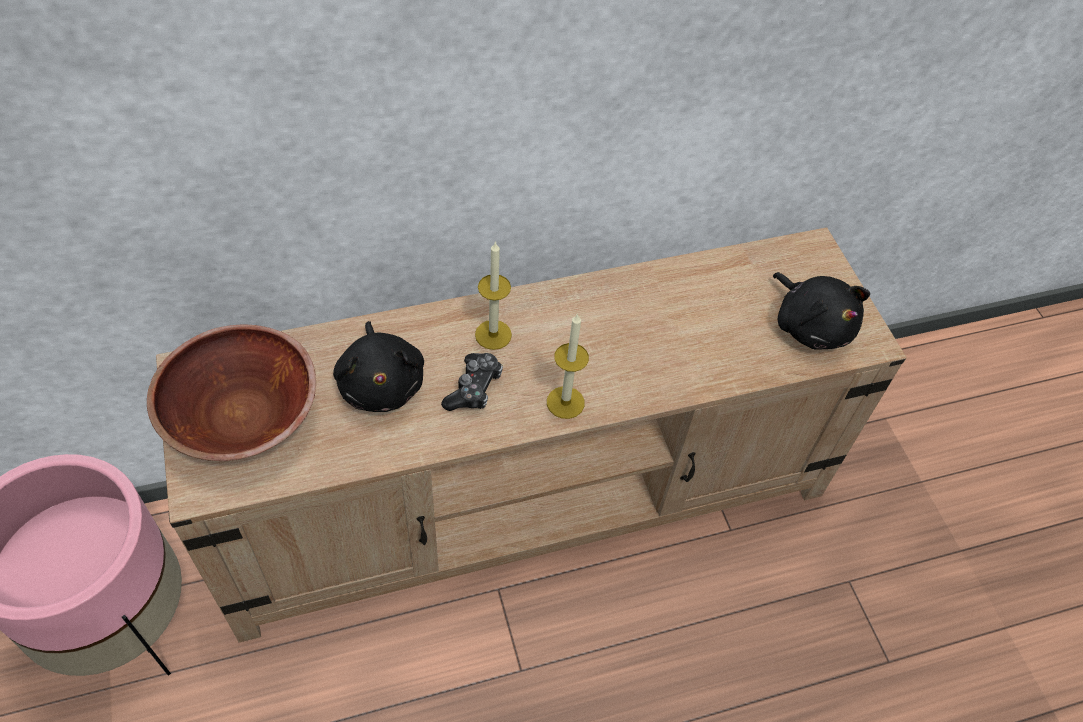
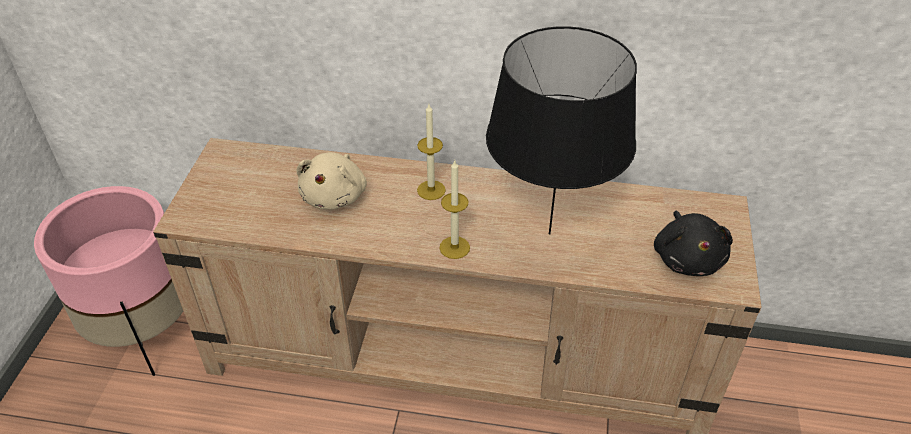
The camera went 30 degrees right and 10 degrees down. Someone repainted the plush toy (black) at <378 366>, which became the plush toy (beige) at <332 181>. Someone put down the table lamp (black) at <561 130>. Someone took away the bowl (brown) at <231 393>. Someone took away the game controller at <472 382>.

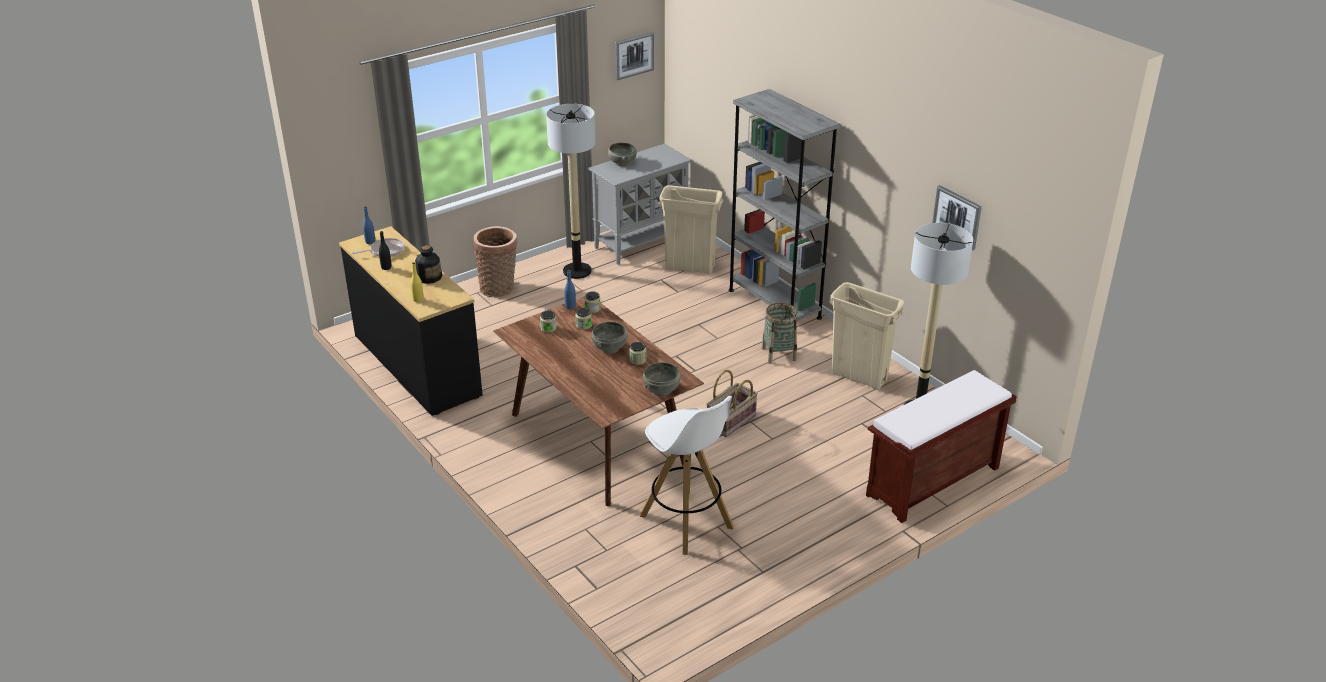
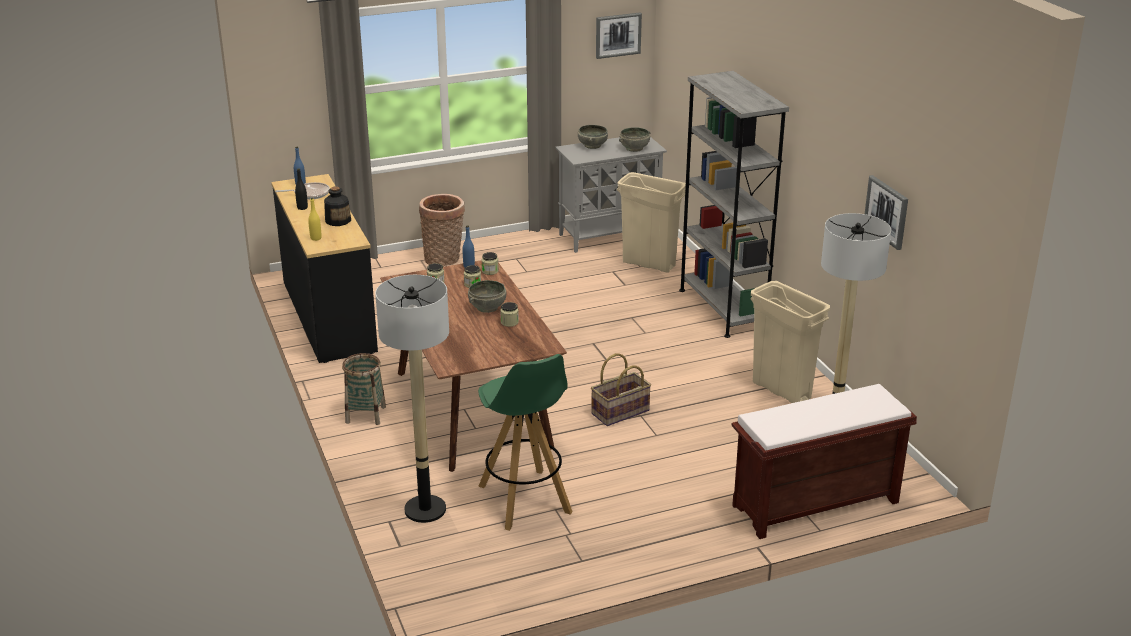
The camera went 15 degrees right and 5 degrees down. Someone carried the basket from <780 333> to <364 389>. Someone carried the floor lamp from <571 191> to <412 399>. Someone repainted the stool (white) at <687 475>, which became the stool (green) at <525 442>. Someone carried the bowl (grey) from <662 379> to <634 139>.

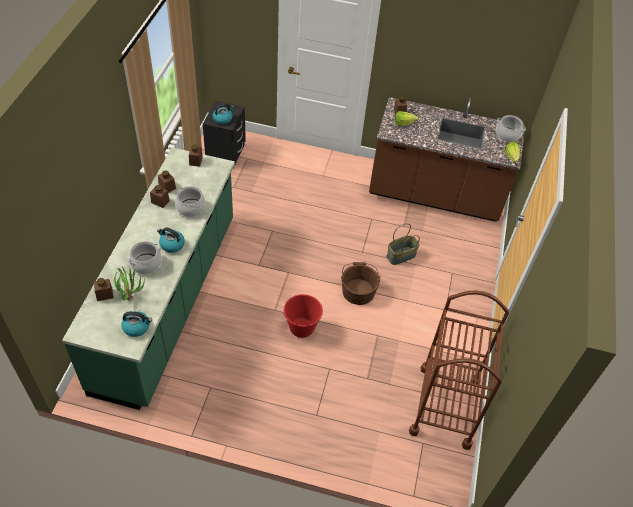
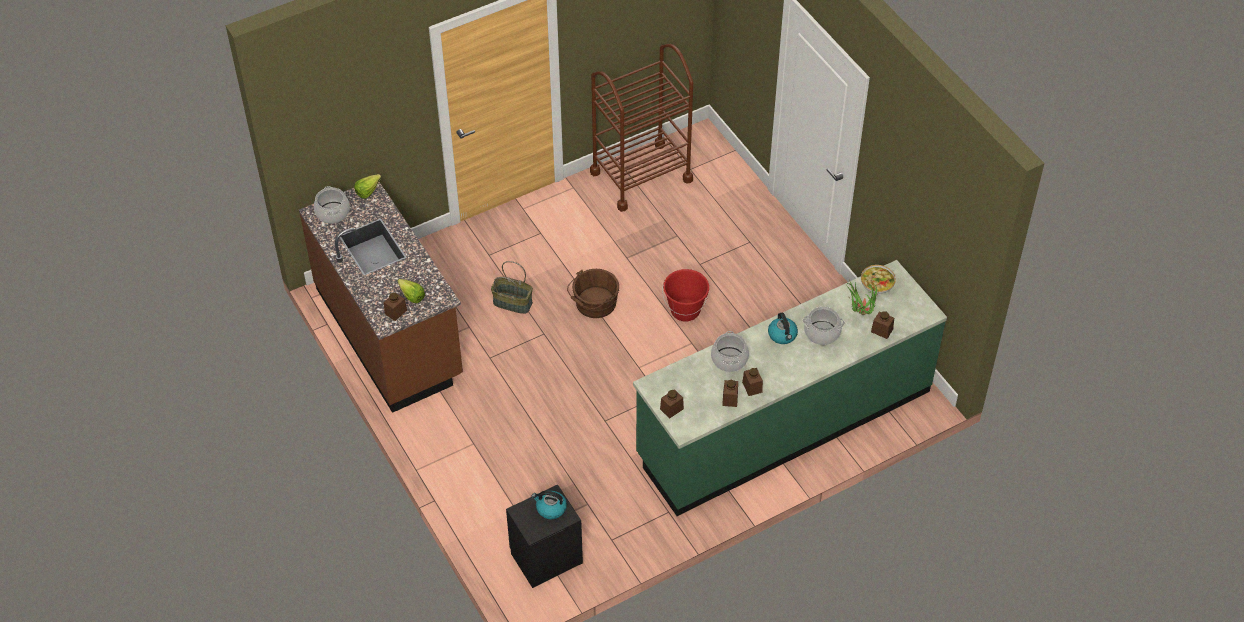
The camera went 130 degrees left and 0 degrees up. Someone swapped the kettle at <136 324> for the bowl at <878 279>.

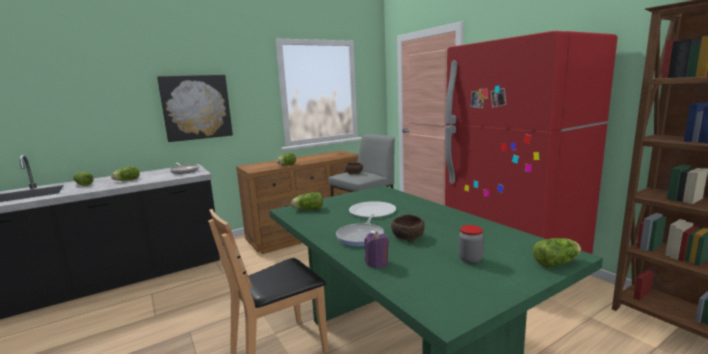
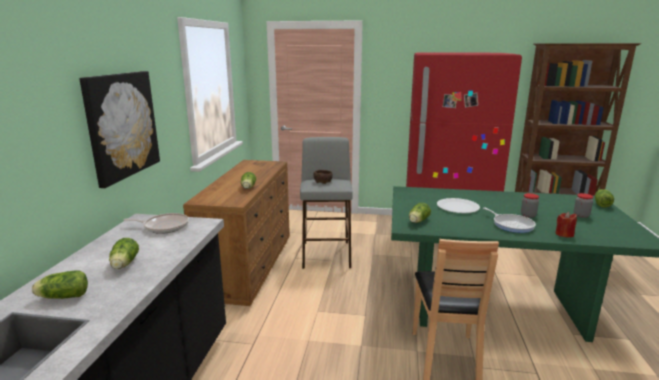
The camera went 50 degrees left and 5 degrees up. Someone swapped the bowl (brown) at <408 227> for the jar at <530 205>. Someone repainted the candle (purple) at <376 250>, which became the candle (red) at <566 225>.

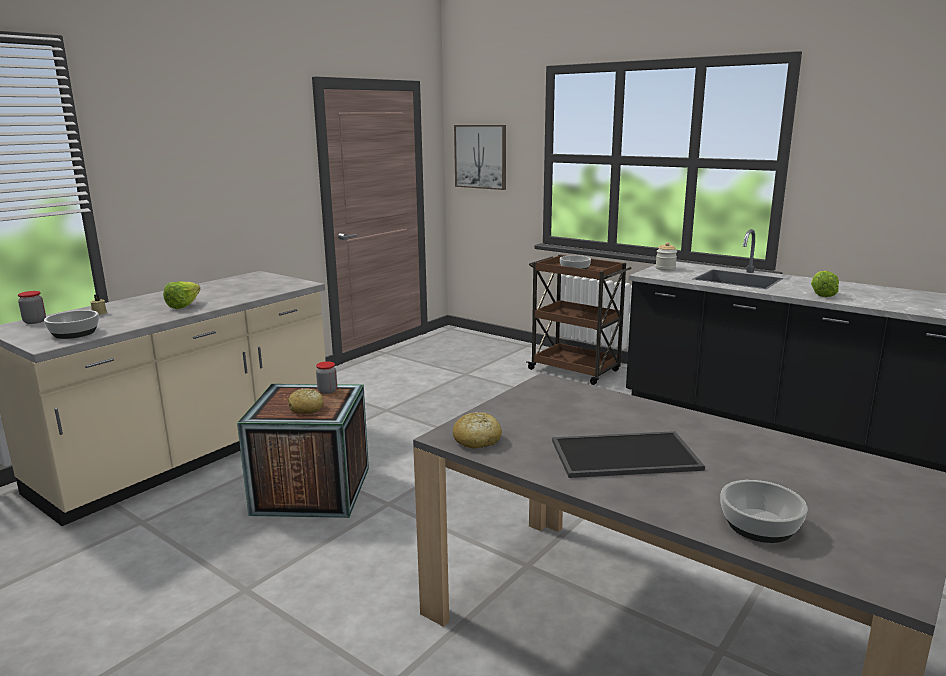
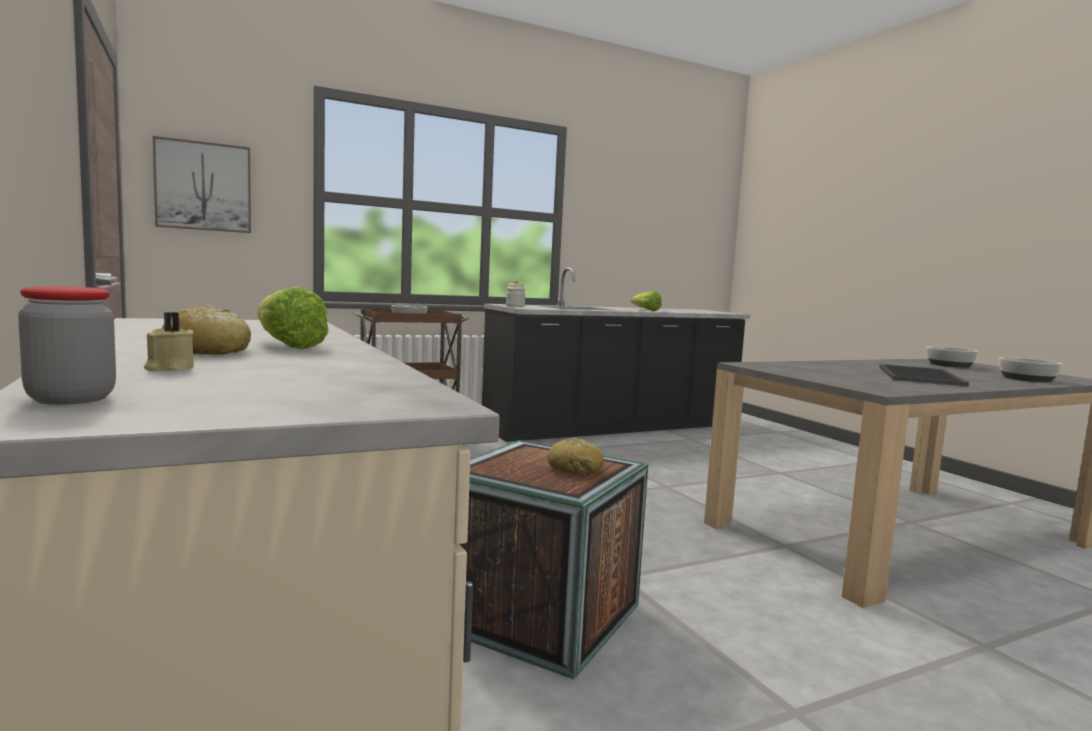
The camera went 65 degrees left and 10 degrees down. Someone carried the bread from <477 430> to <206 330>. Someone carried the bowl from <71 324> to <952 357>. Someone took away the jar at <326 377>.

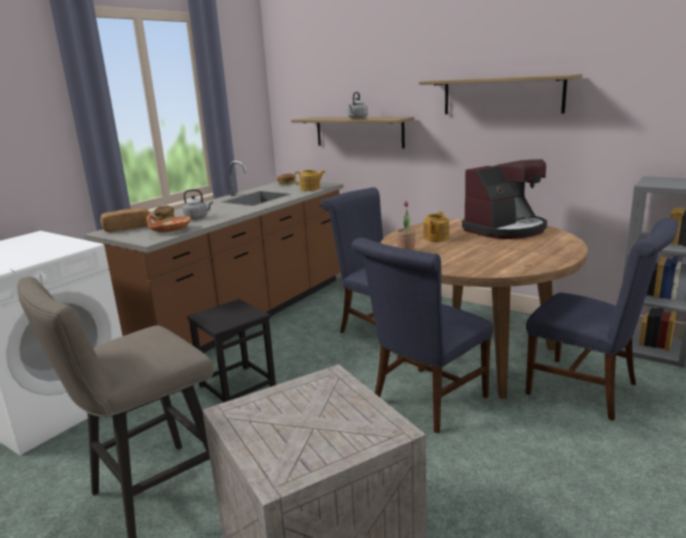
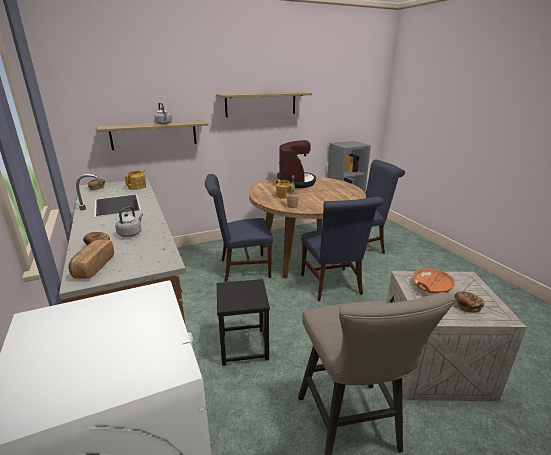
The camera went 60 degrees left and 5 degrees up. Someone carried the bowl (orange) from <168 223> to <434 280>. Someone put down the bread at <469 302>.

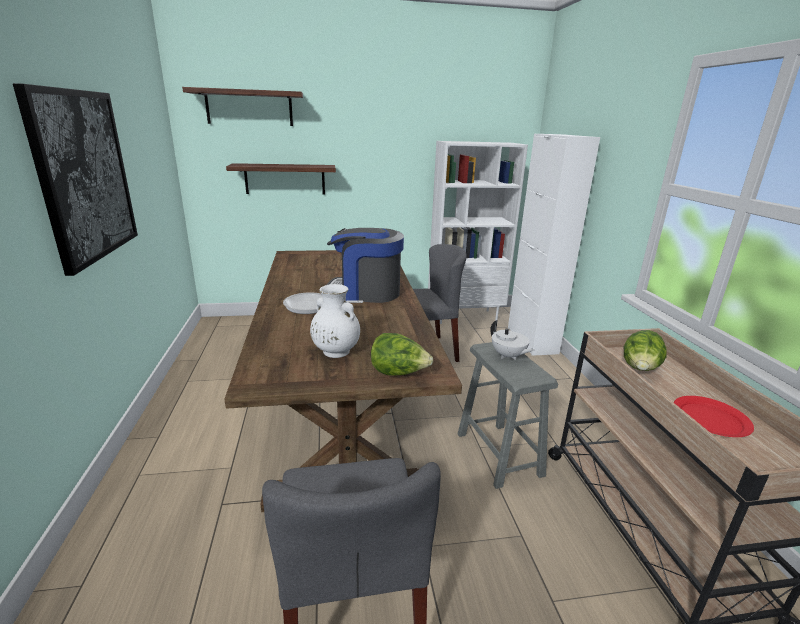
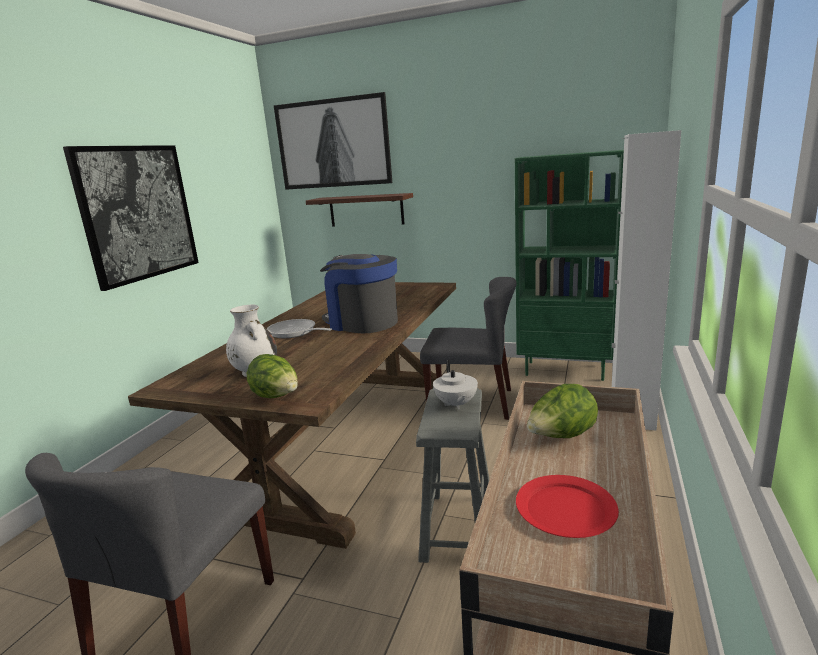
The camera went 30 degrees right and 5 degrees down. Someone swapped the shelf at <242 106> for the picture at <332 141>. Someone repainted the bookcase (white) at <478 232>, which became the bookcase (green) at <569 265>.

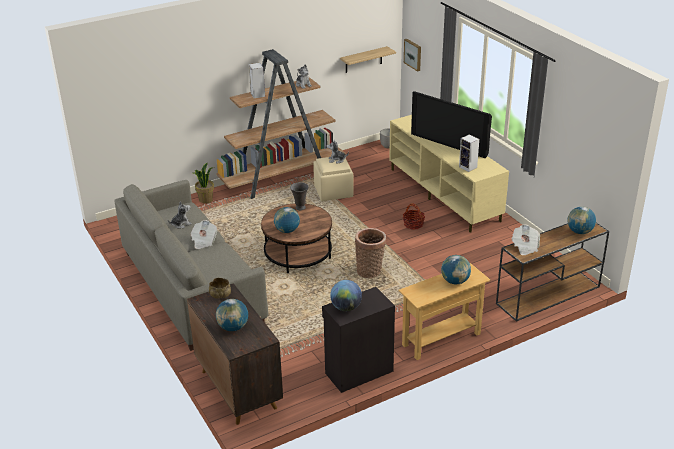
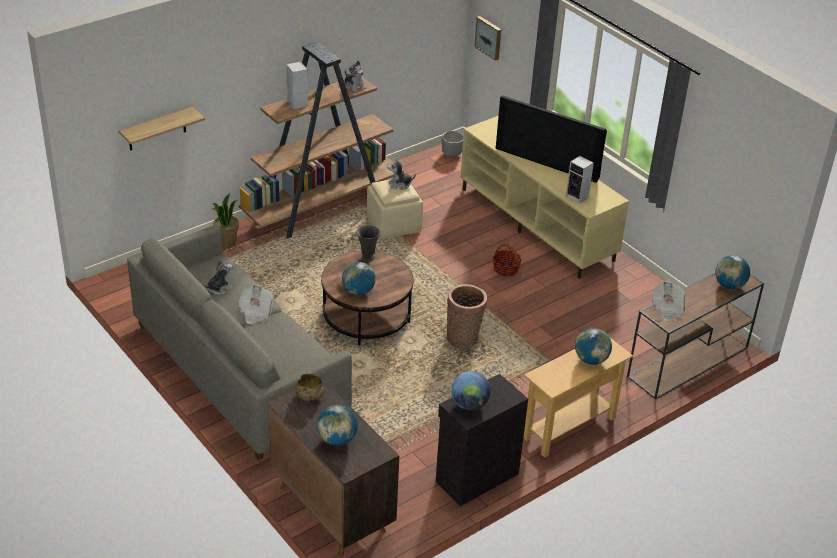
The camera went 10 degrees left and 5 degrees up. Someone carried the shelf from <368 59> to <162 128>.

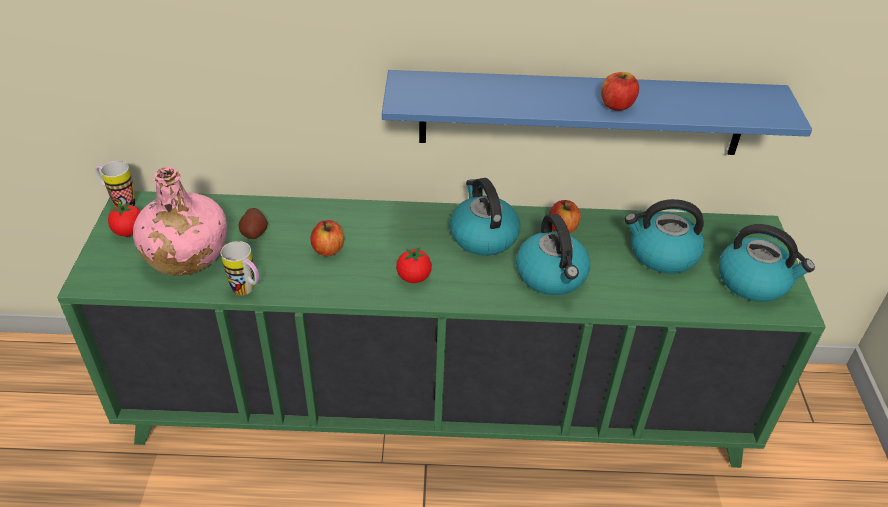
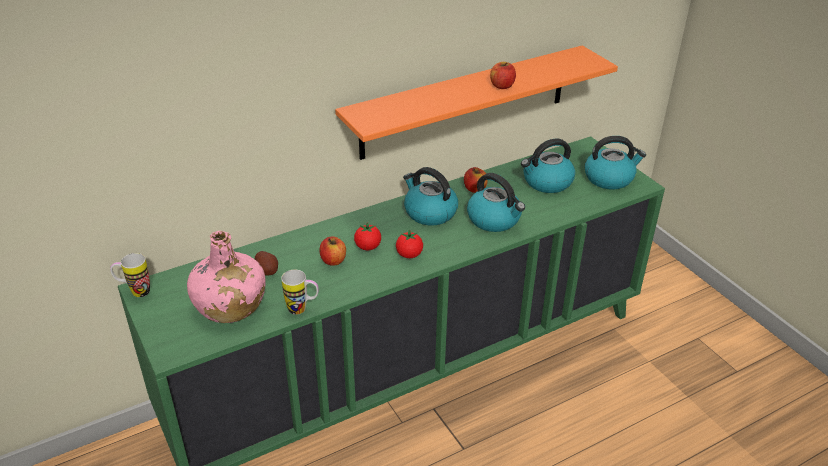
The camera went 30 degrees left and 5 degrees down. Someone repainted the shelf (blue) at <597 112>, which became the shelf (orange) at <476 103>. Someone carried the tomato from <124 219> to <367 236>.

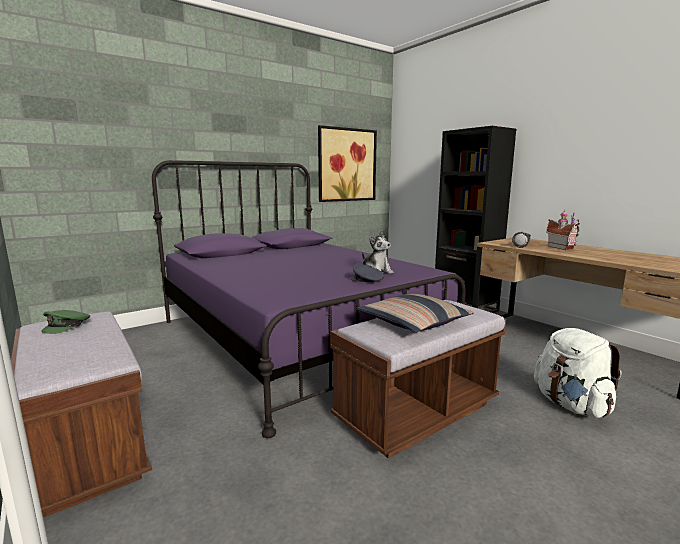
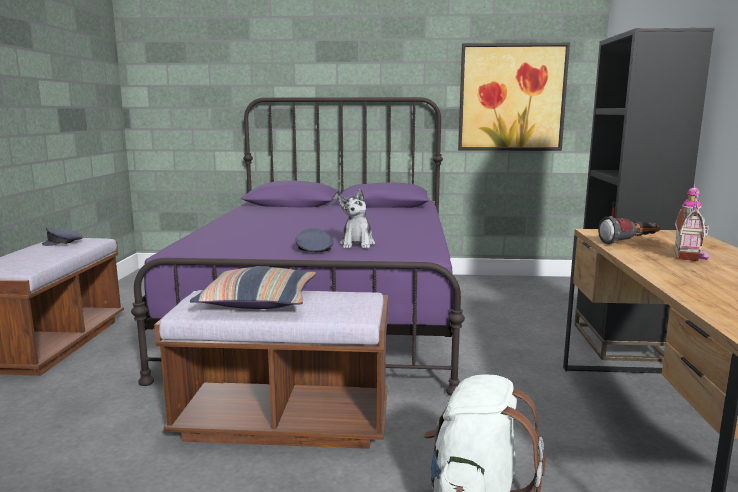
The camera went 40 degrees right and 0 degrees up. Someone repainted the cap (green) at <65 322>, which became the cap (grey) at <62 236>.

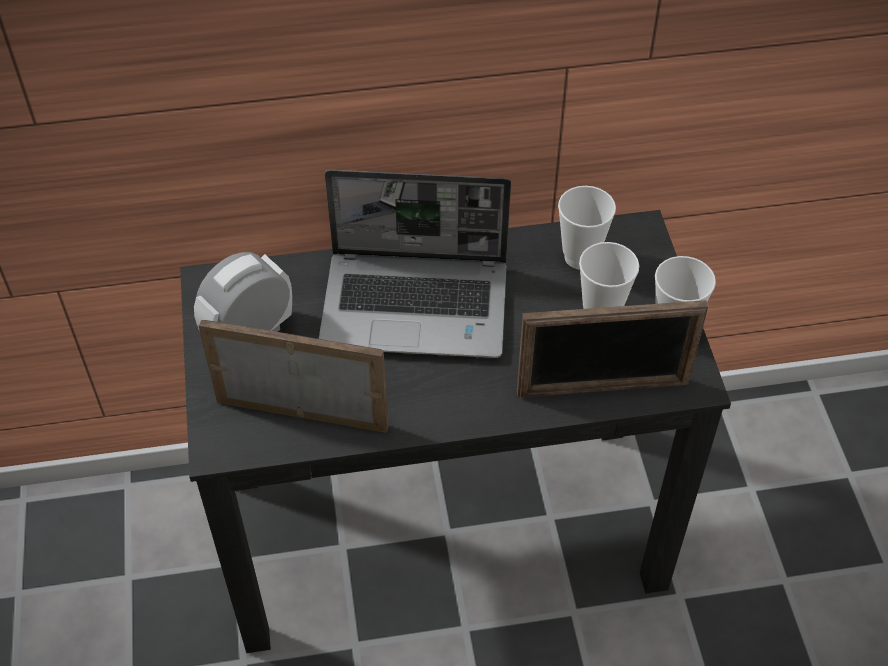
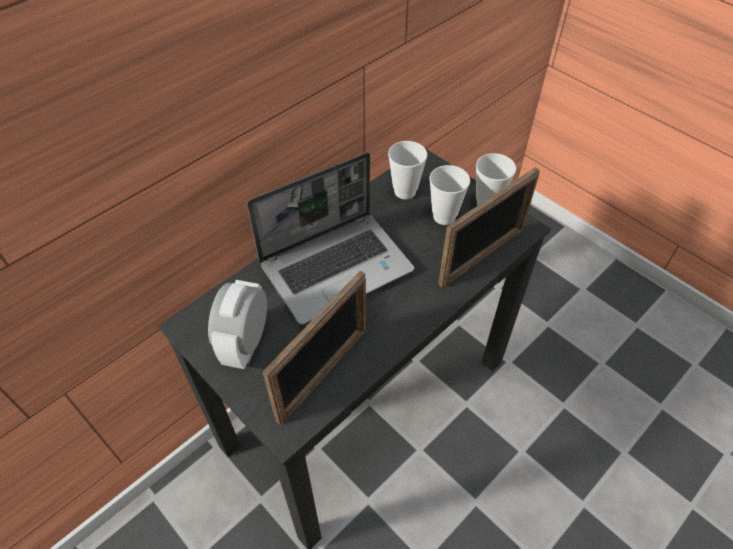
The camera went 35 degrees left and 0 degrees up. Someone rotated the picture frame at <293 376> by 150 degrees clockwise.

